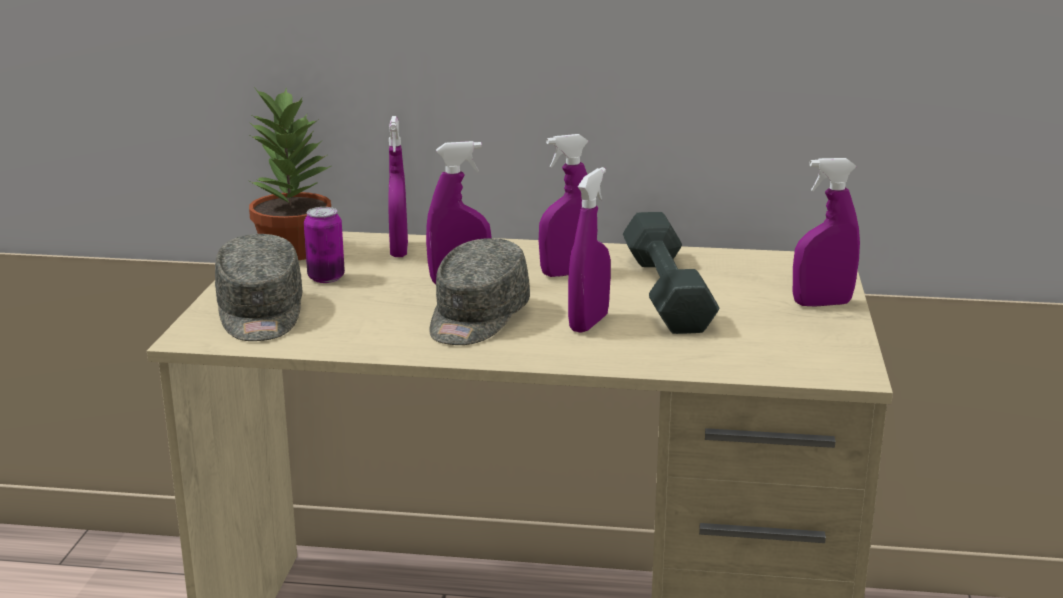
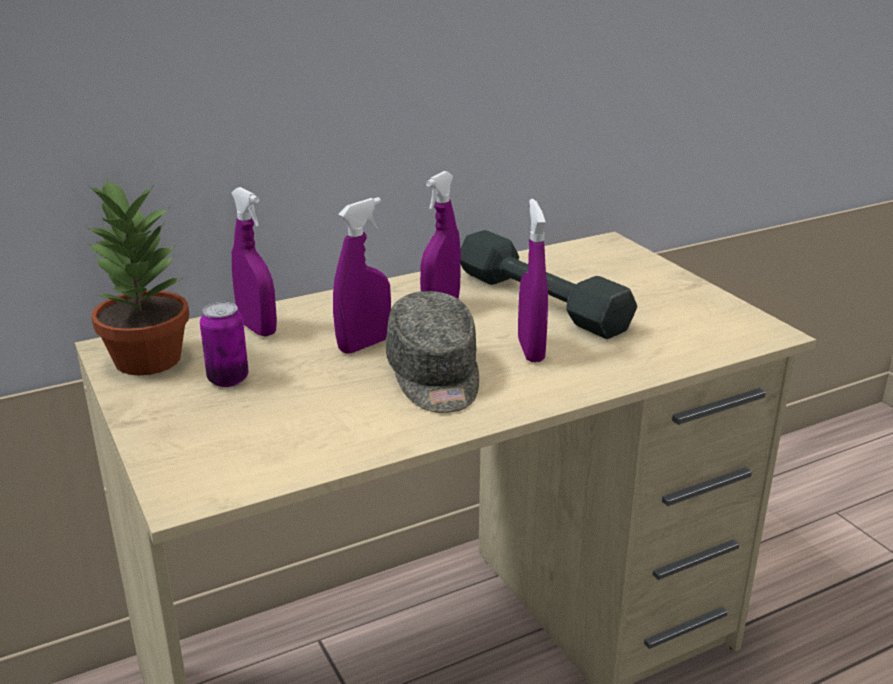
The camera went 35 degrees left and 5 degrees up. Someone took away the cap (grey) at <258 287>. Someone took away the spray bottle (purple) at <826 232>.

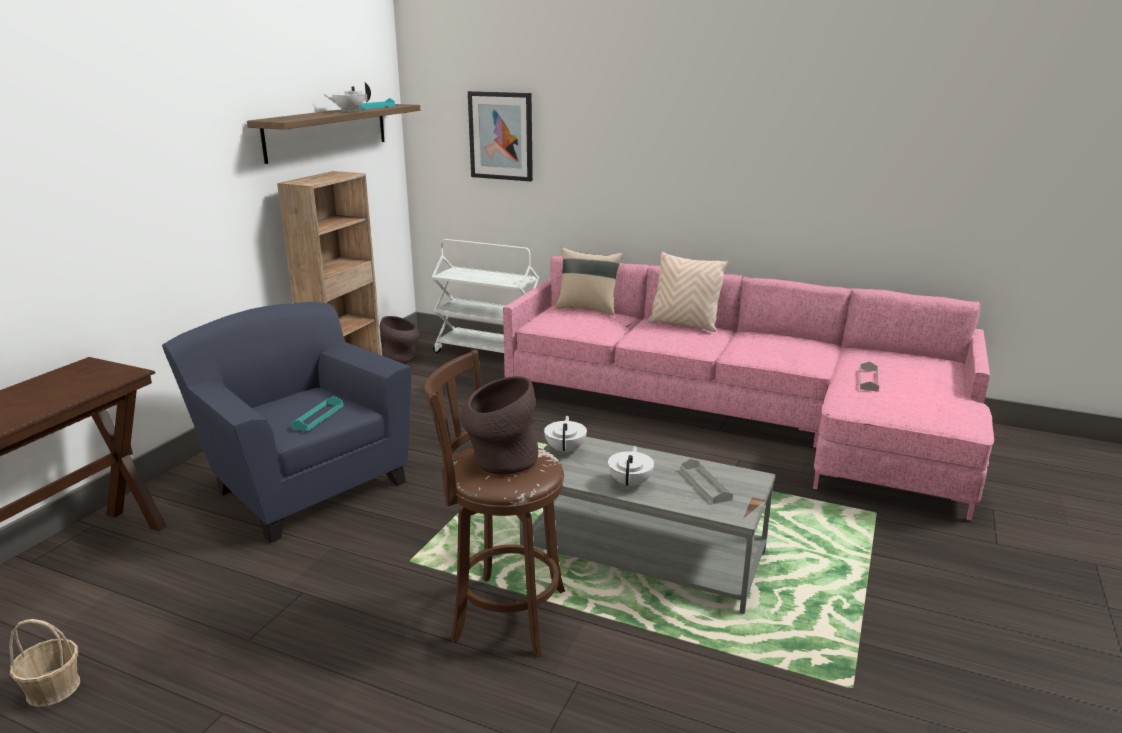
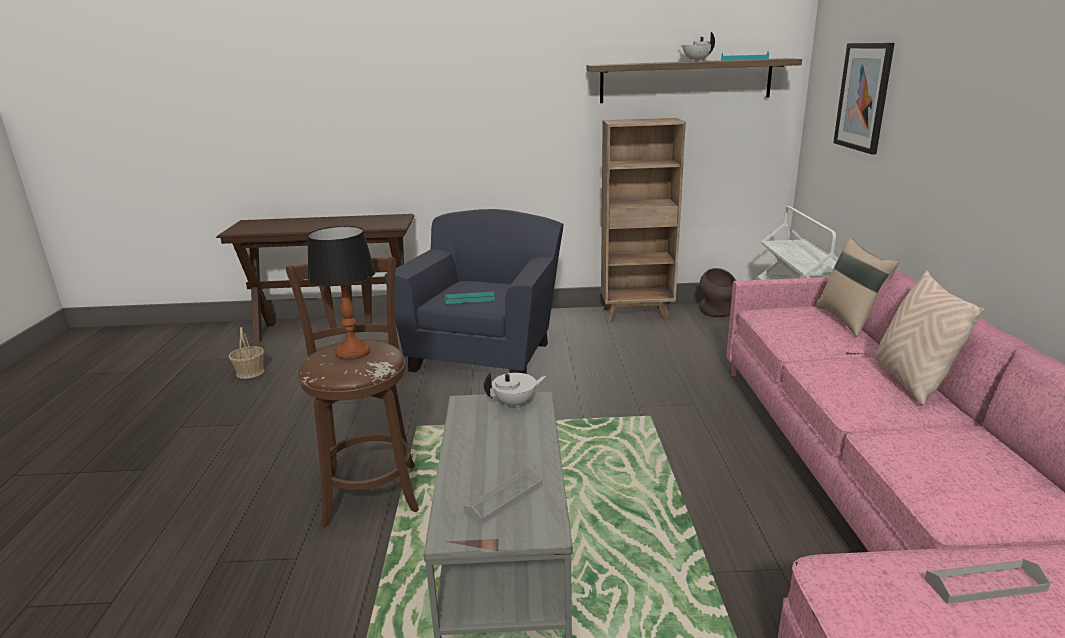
The camera went 65 degrees right and 0 degrees up. Someone swapped the vase (brown) at <499 425> for the table lamp at <341 293>. Someone took away the teapot (white) at <631 467>.

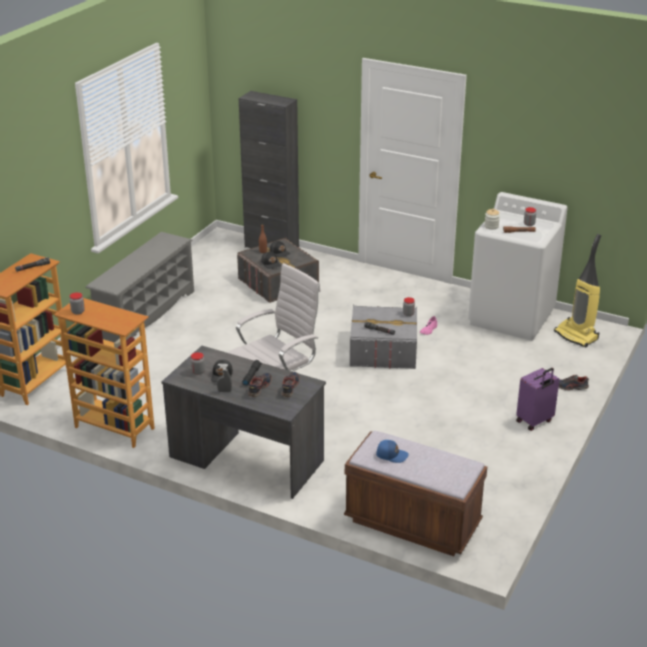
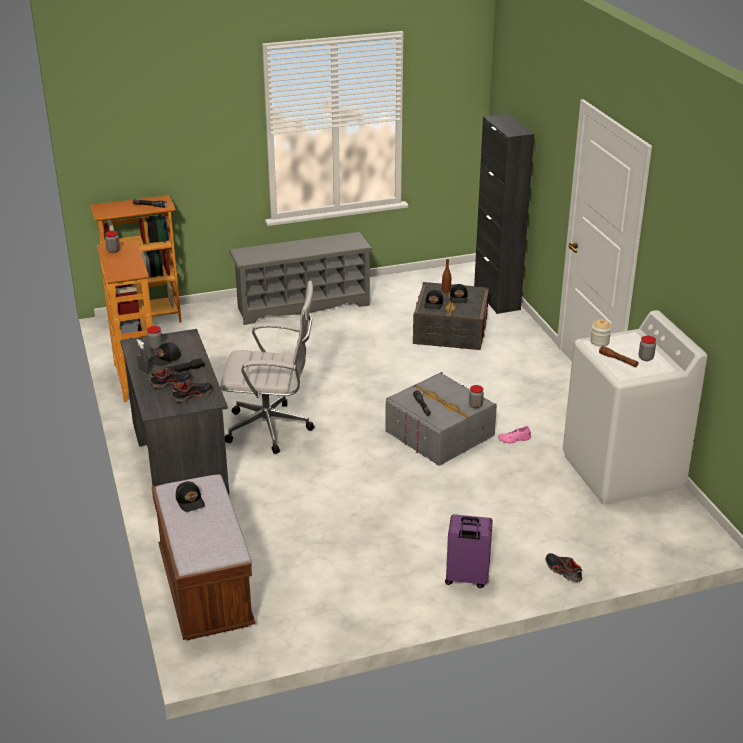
The camera went 45 degrees right and 0 degrees up. Someone repainted the cap (blue) at <392 451>, which became the cap (black) at <190 496>. Someone took away the vacuum cleaner at <577 291>.

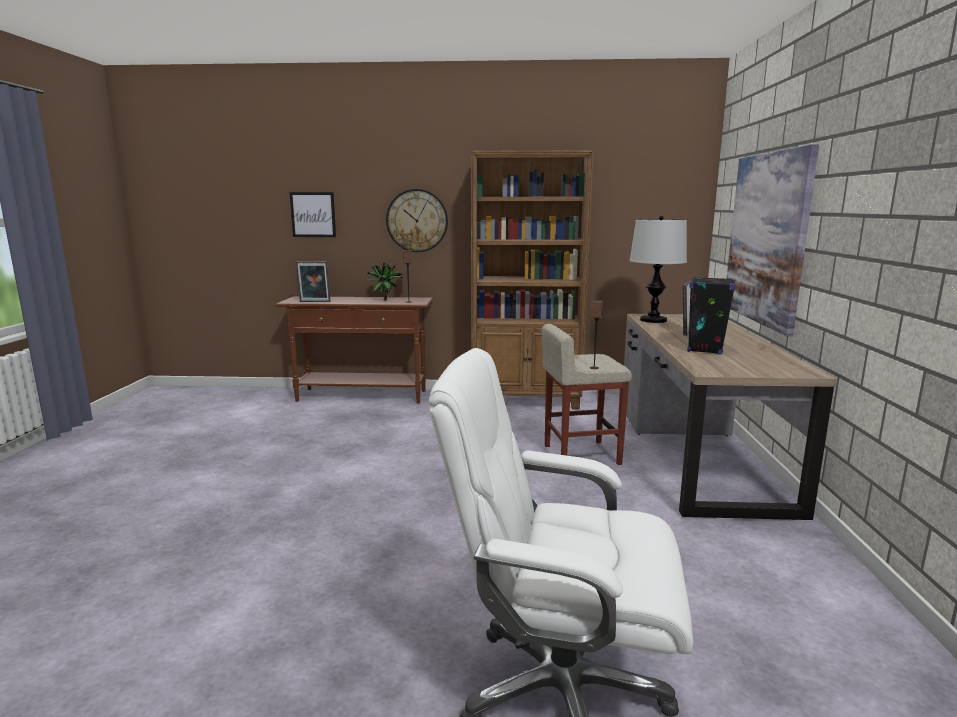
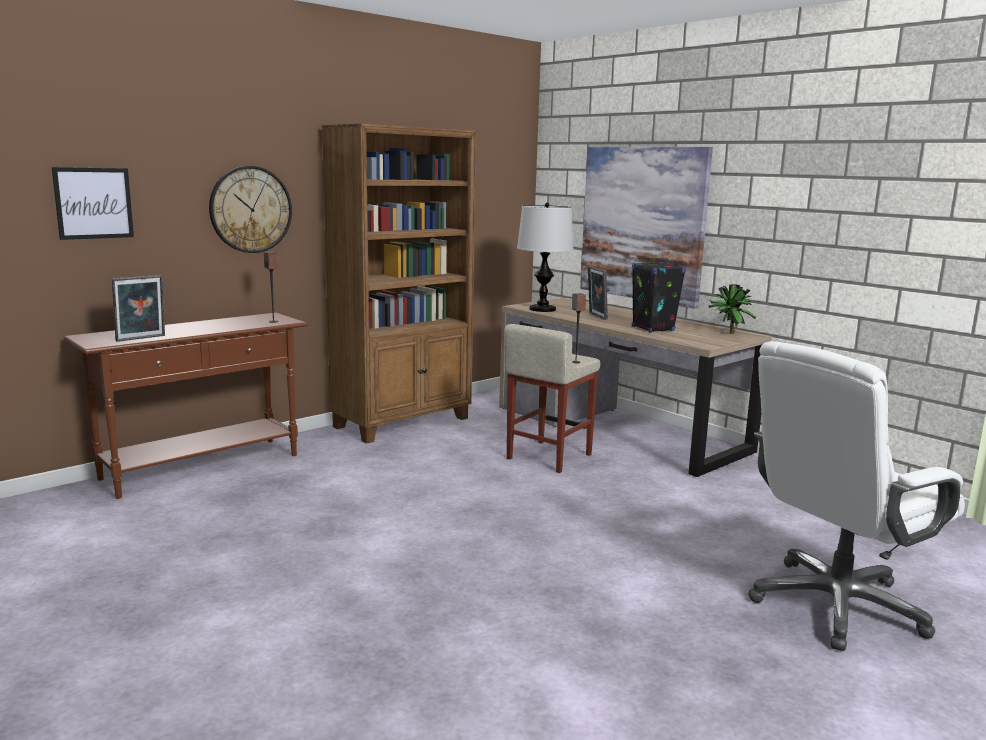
The camera went 45 degrees left and 0 degrees up. Someone carried the potted plant from <385 282> to <732 309>.

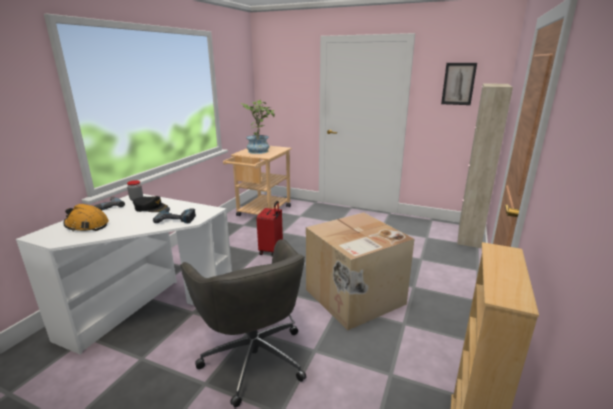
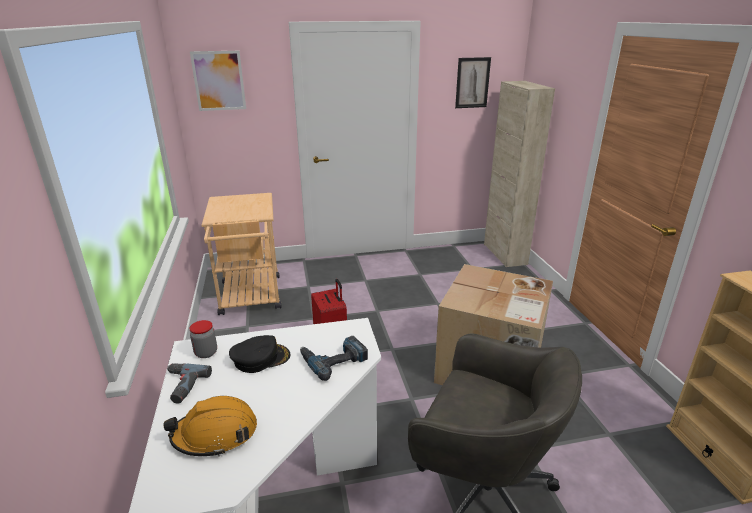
The camera went 35 degrees left and 5 degrees up. Someone put up the picture at <218 81>. Someone took away the potted plant at <257 127>.

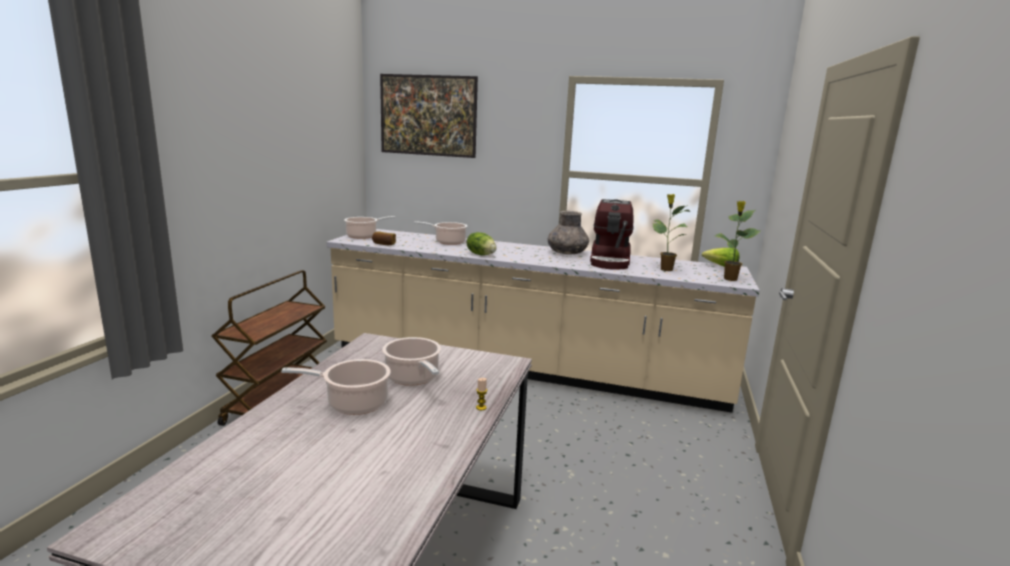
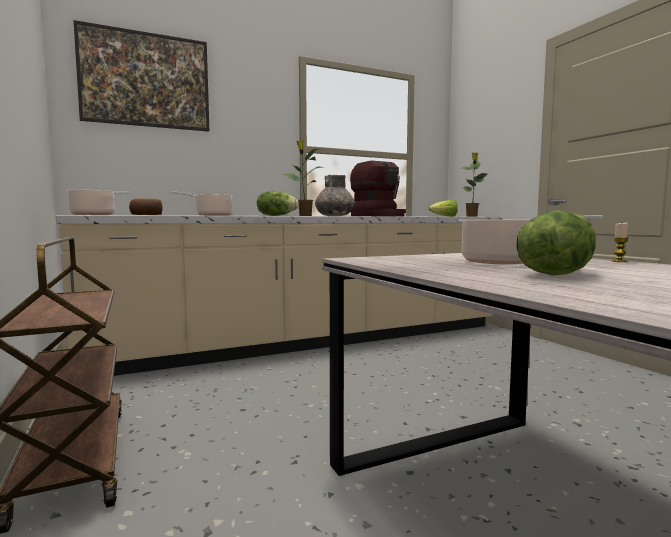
The camera went 40 degrees left and 10 degrees down. Someone carried the potted plant from <672 232> to <303 178>. Someone swapped the cooking pot at <336 387> for the lettuce at <556 243>.

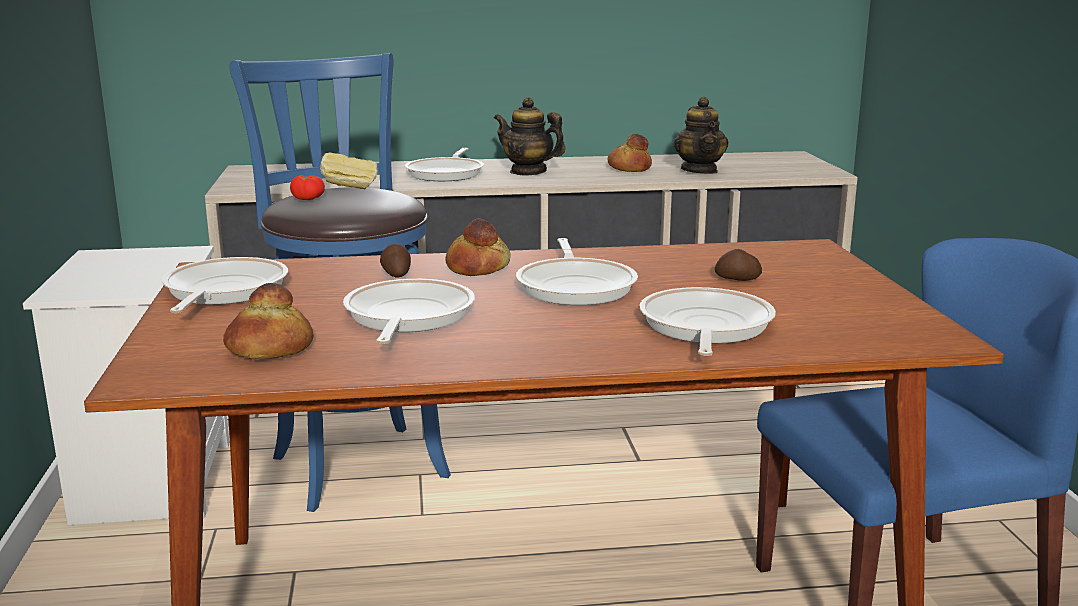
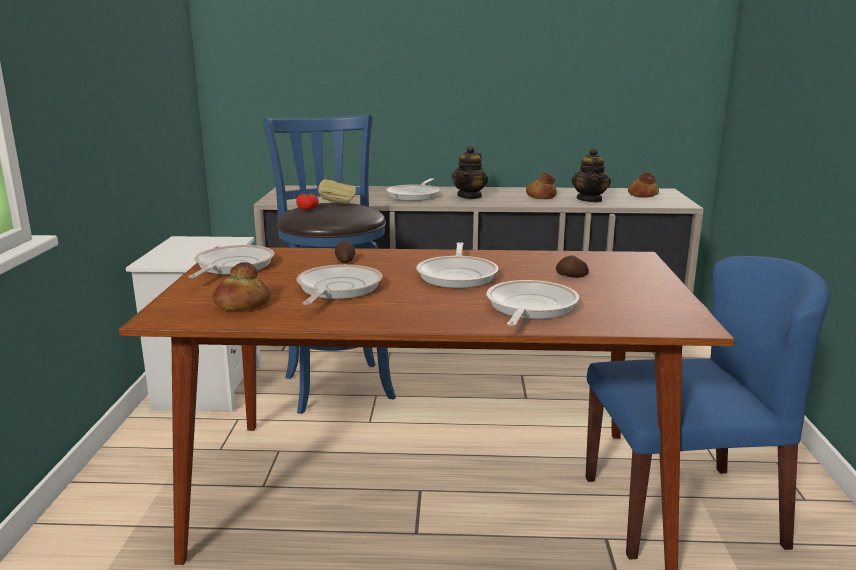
The camera went 10 degrees right and 0 degrees up. Someone rotated the teapot at <530 136> by 105 degrees counterclockwise. Someone carried the bread from <478 247> to <643 185>.

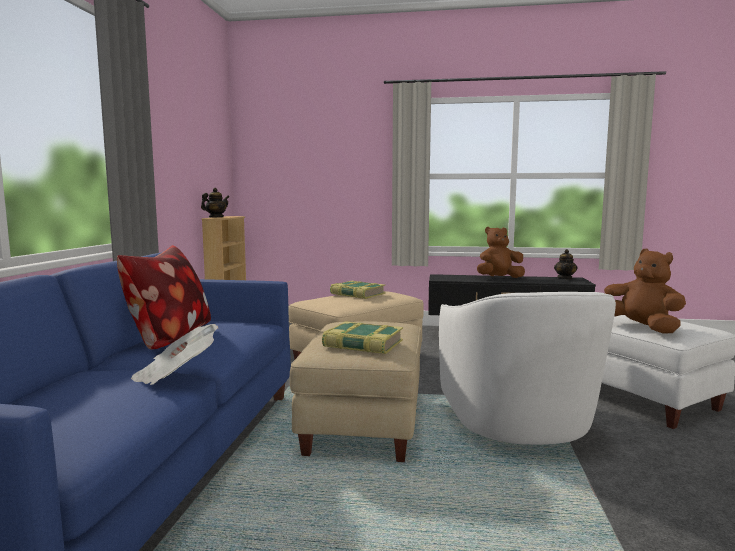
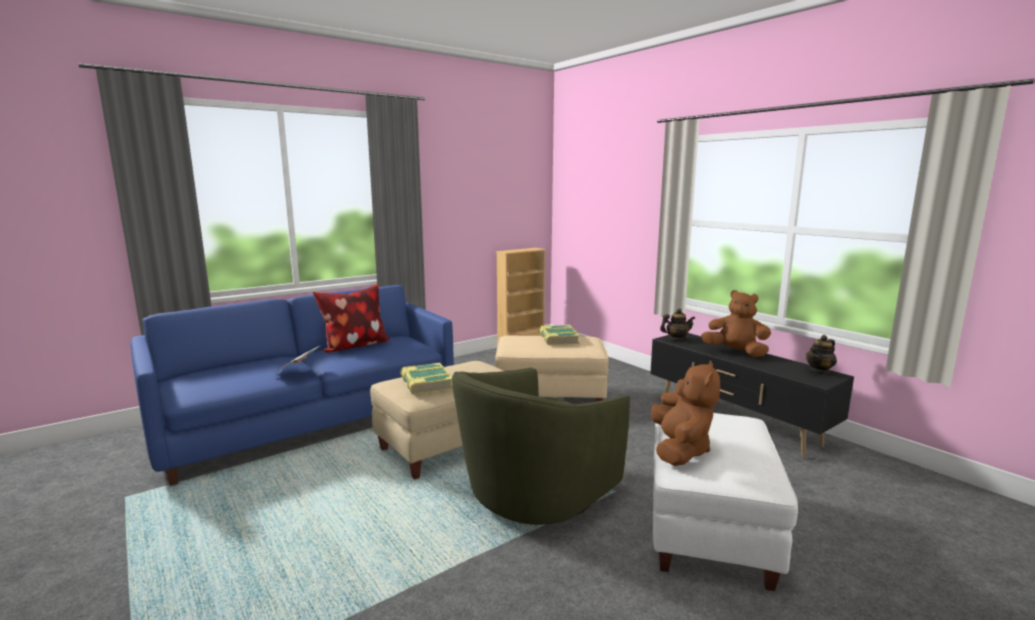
The camera went 45 degrees right and 5 degrees up. Someone repainted the armchair (white) at <527 368>, which became the armchair (green) at <541 446>. Someone carried the teapot from <215 203> to <677 324>.

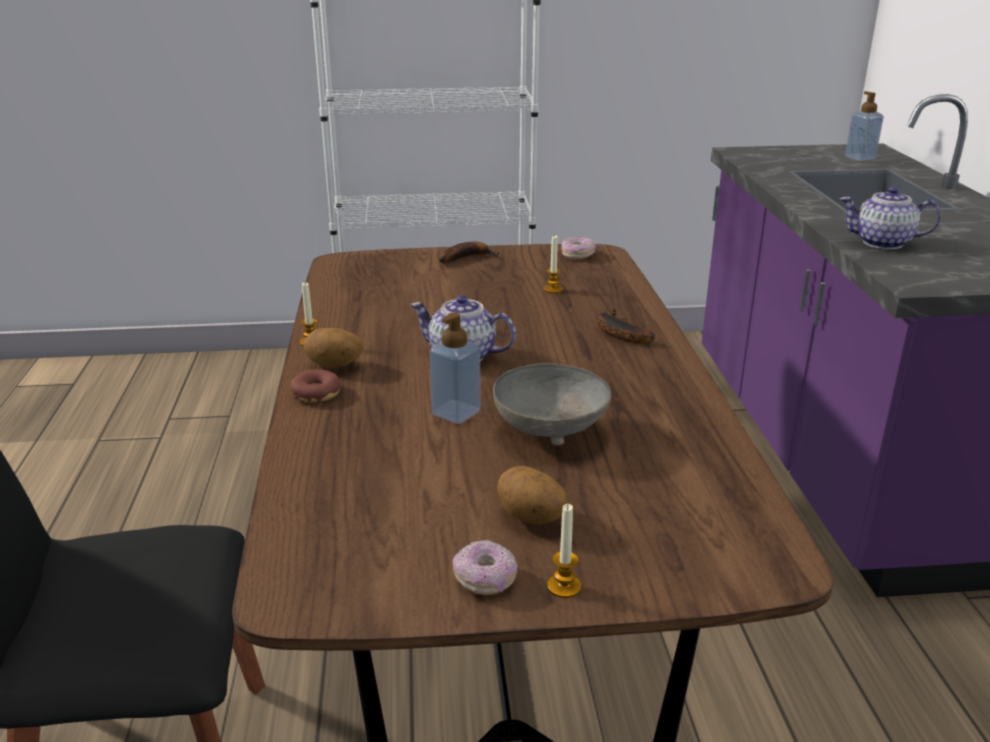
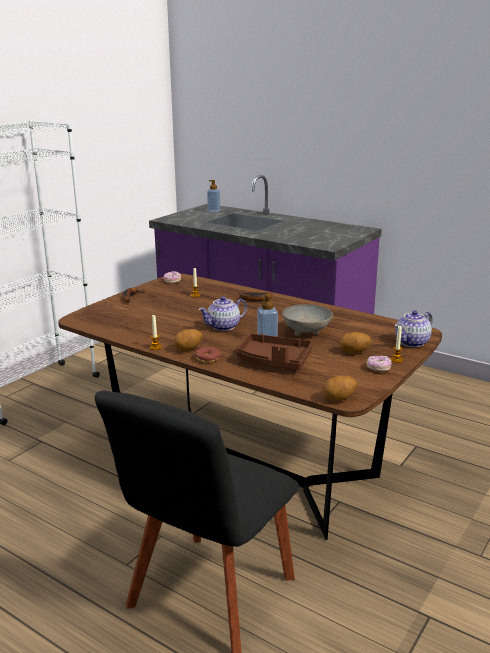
The camera went 50 degrees left and 5 degrees down. Someone put down the tray (brown) at <275 351>. Someone put down the potato at <340 389>. Someone carried the teapot from <890 218> to <414 328>.

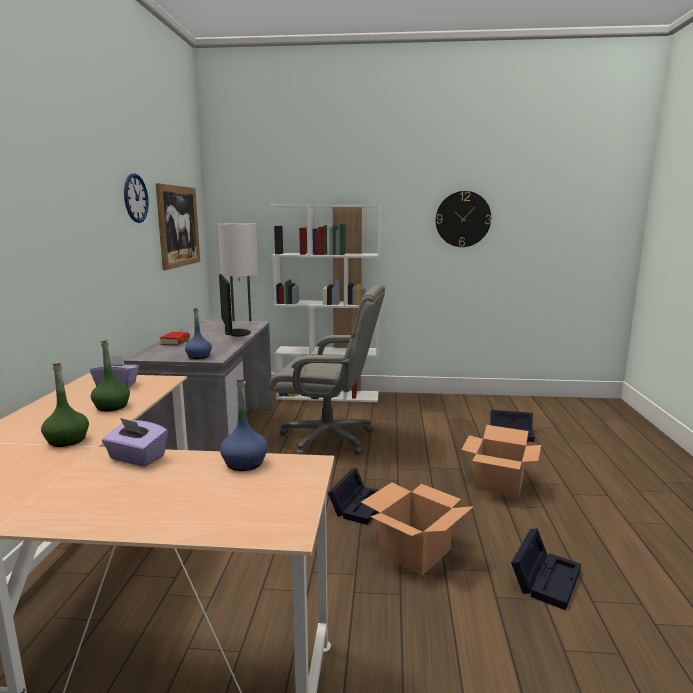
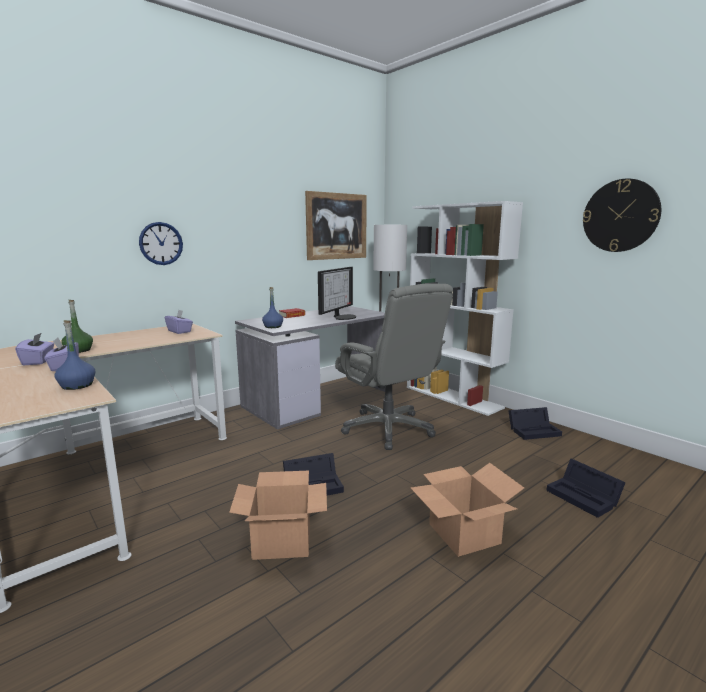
The camera went 45 degrees right and 0 degrees up. Someone put down the tissue box (purple) at <34 349>. Someone carried the wall clock from <136 198> to <161 243>. Someone carried the storage box (black) from <546 569> to <535 423>. Someone took away the bottle (green) at <110 375>.

